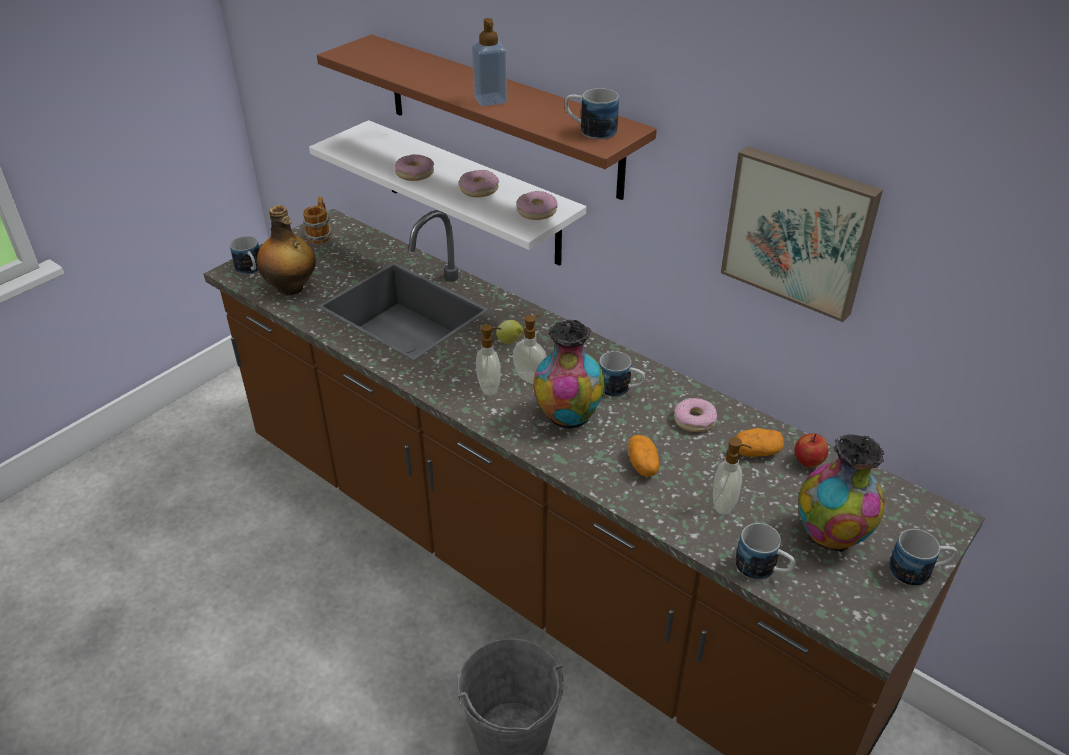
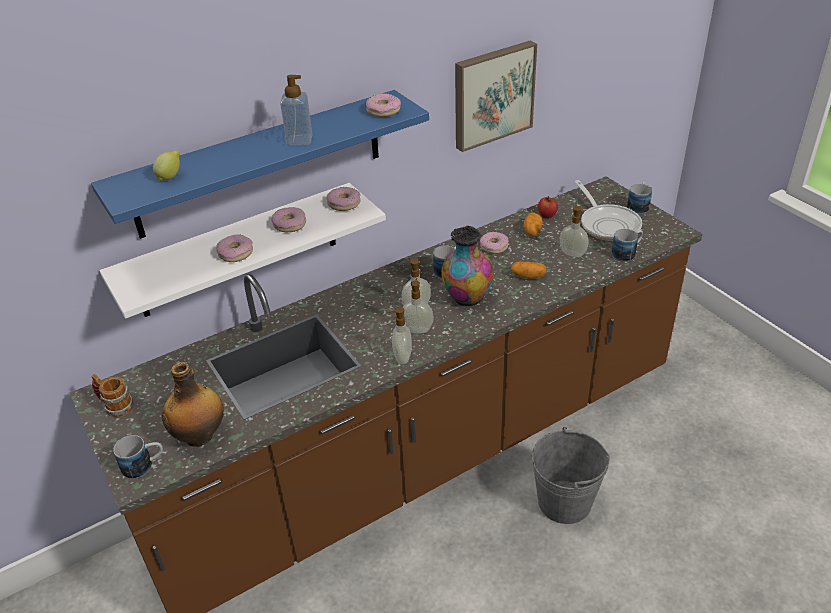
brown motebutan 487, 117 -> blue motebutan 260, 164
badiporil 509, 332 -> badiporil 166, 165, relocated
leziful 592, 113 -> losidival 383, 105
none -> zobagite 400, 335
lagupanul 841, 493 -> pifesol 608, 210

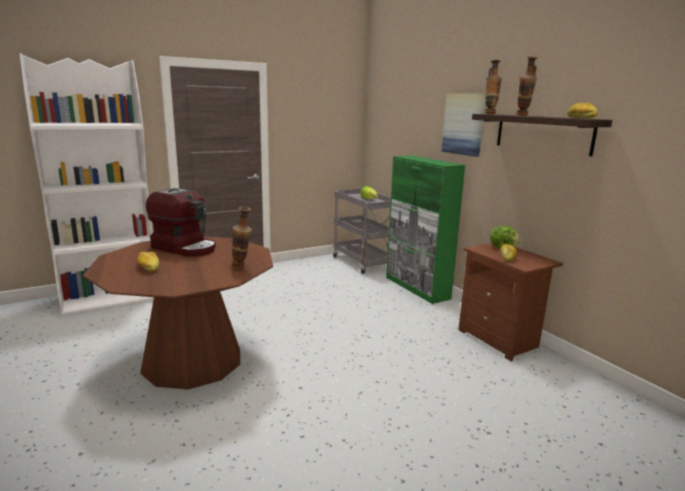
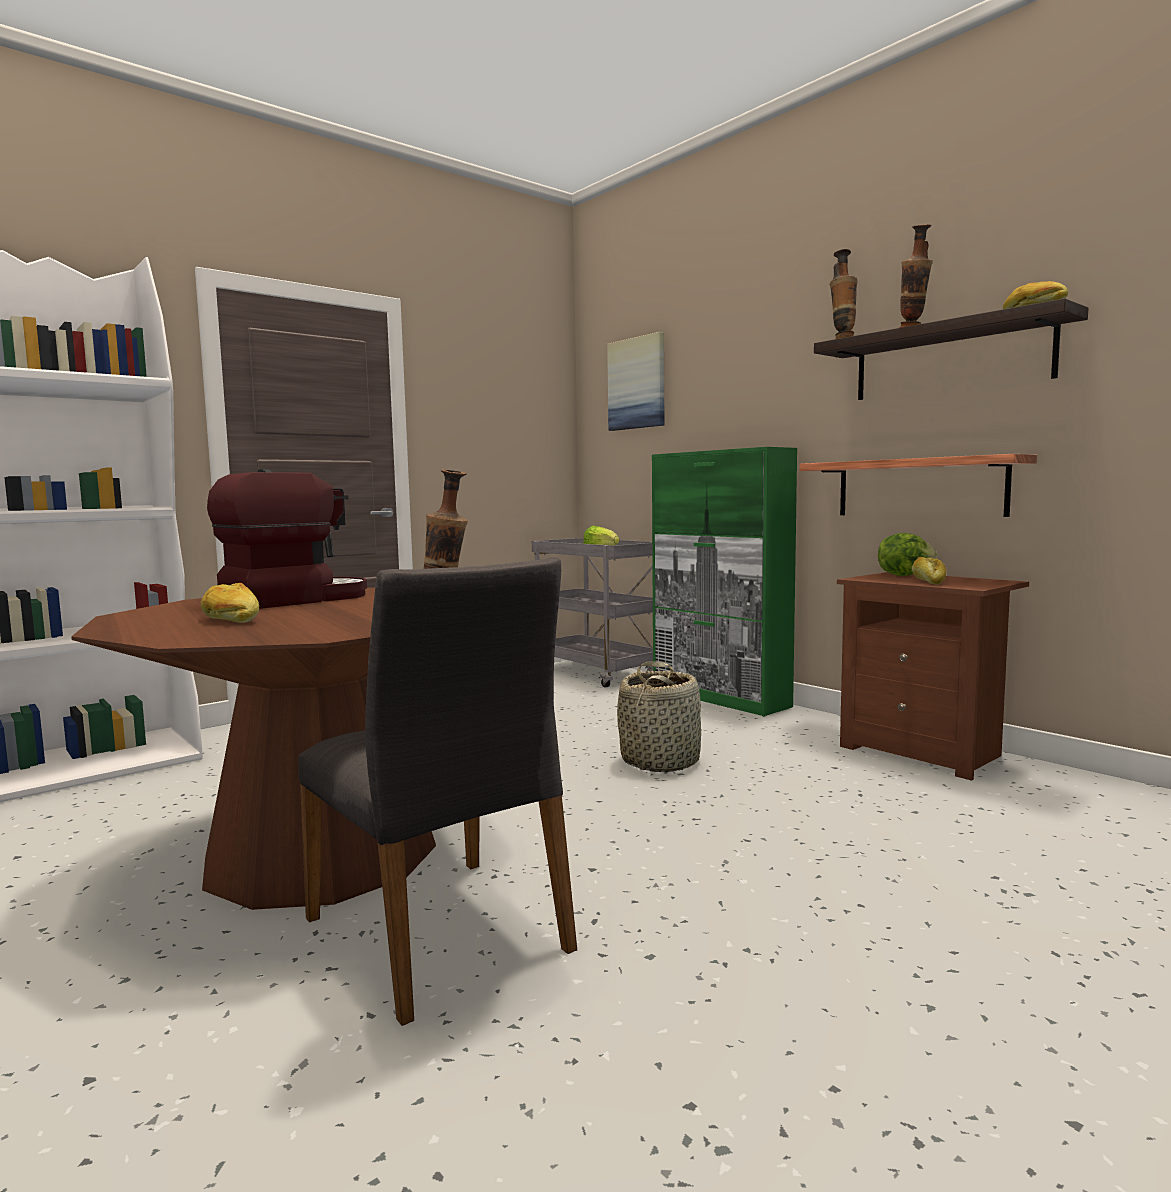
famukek 181, 222 -> famukek 287, 539, 60 degrees counterclockwise
none -> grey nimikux 438, 791
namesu 464, 125 -> namesu 635, 381, relocated
none -> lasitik 659, 717
none -> motebutan 918, 485

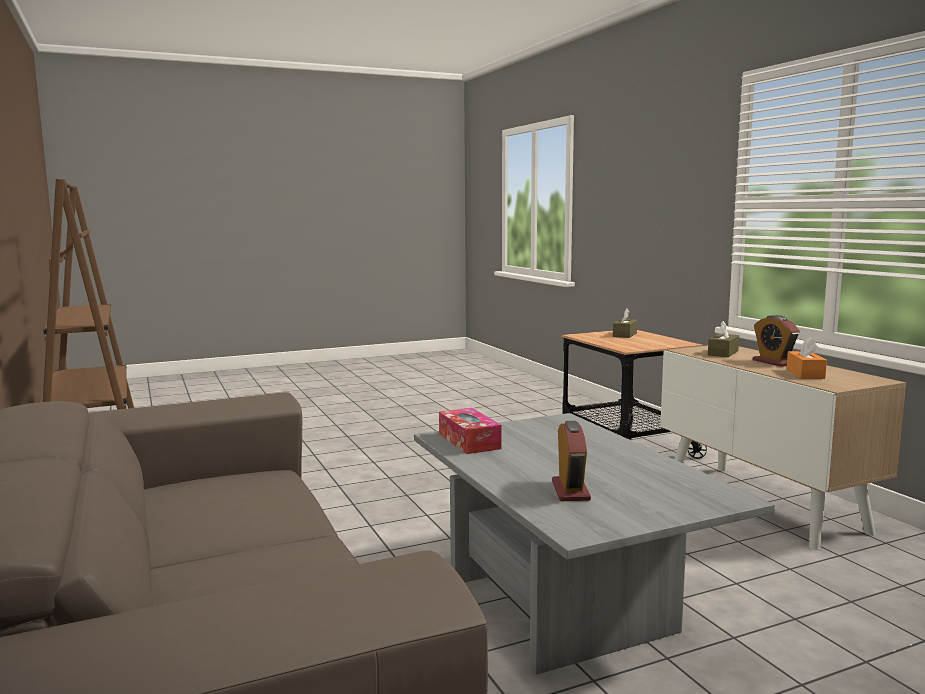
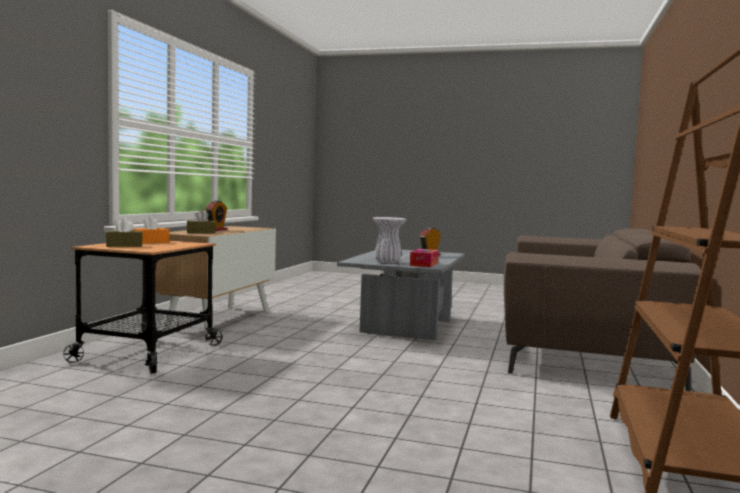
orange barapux 807, 358 -> orange barapux 151, 230, relocated
none -> white lagupanul 389, 240

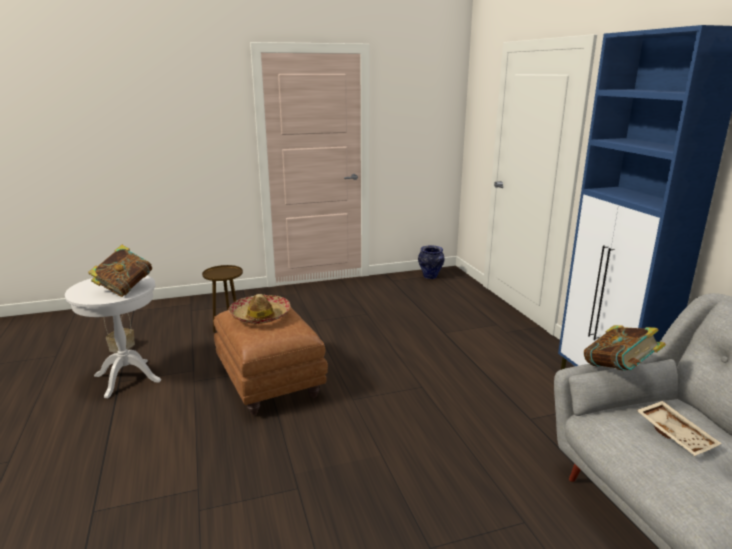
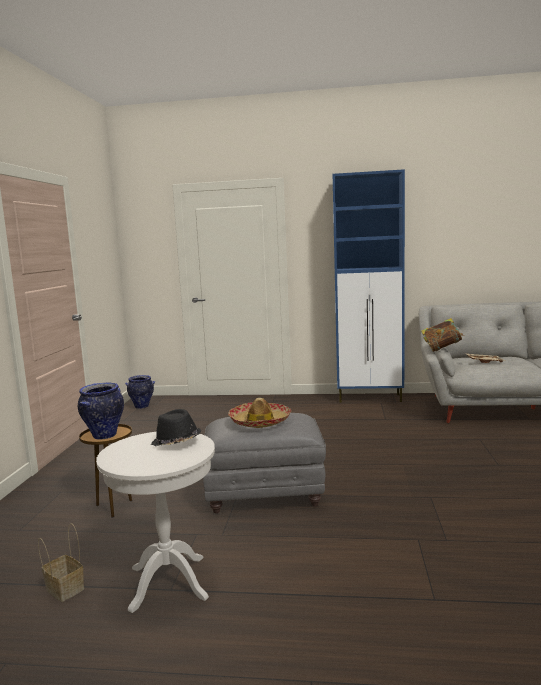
none -> lagupanul 101, 411
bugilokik 120, 271 -> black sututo 176, 428
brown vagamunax 271, 361 -> grey vagamunax 264, 463

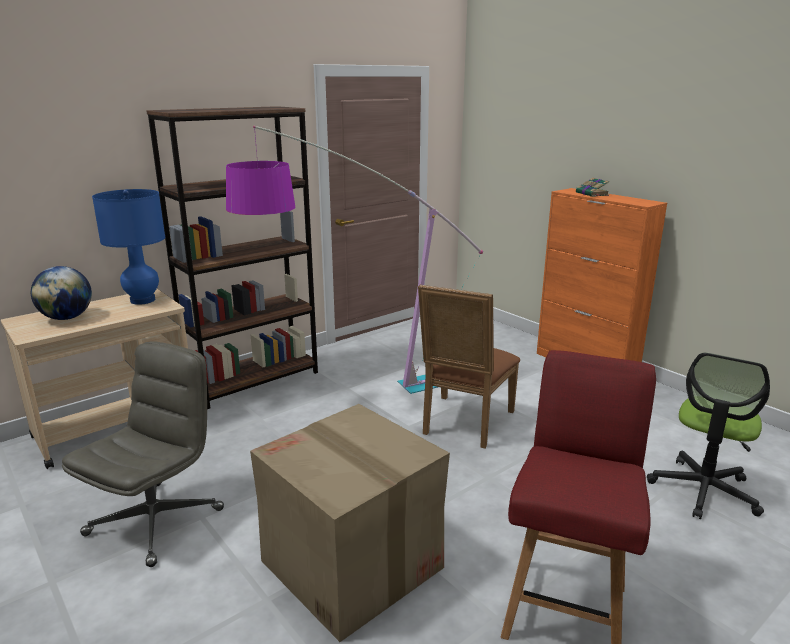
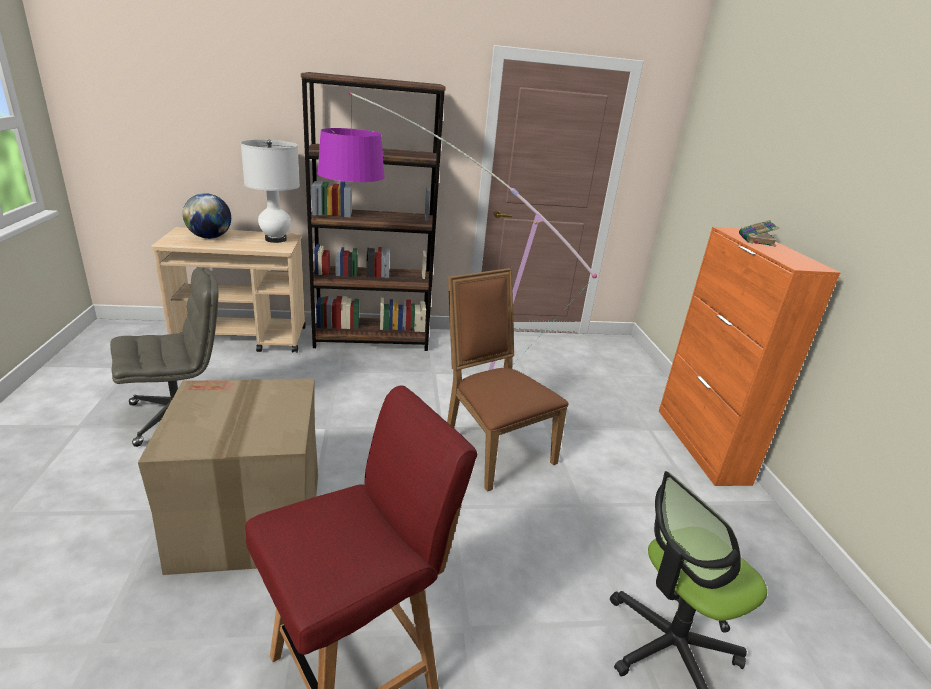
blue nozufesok 128, 247 -> white nozufesok 270, 191
brown nimikux 469, 366 -> brown nimikux 508, 380, 90 degrees clockwise

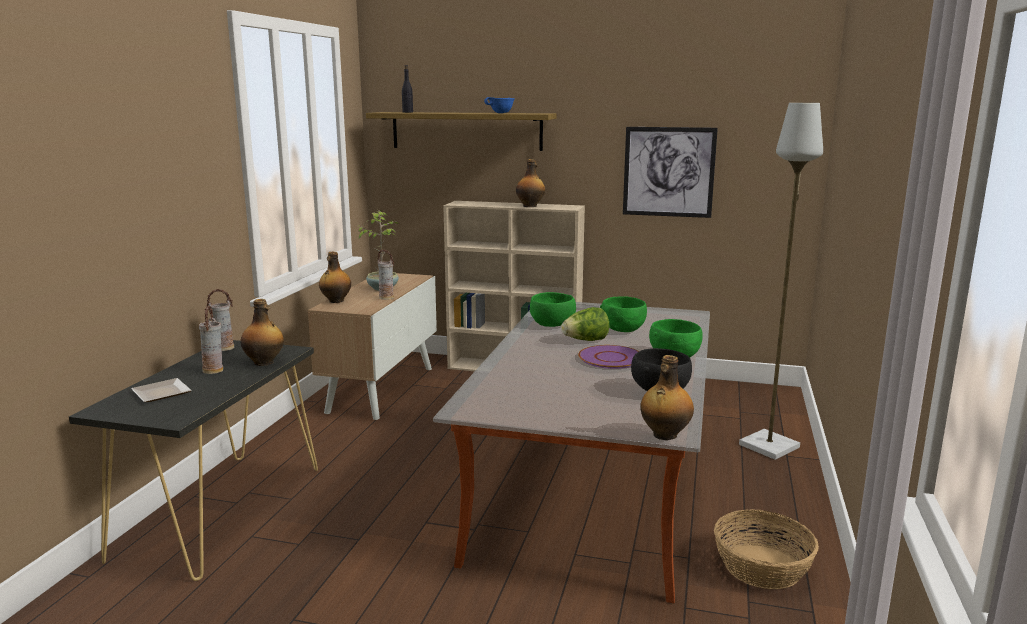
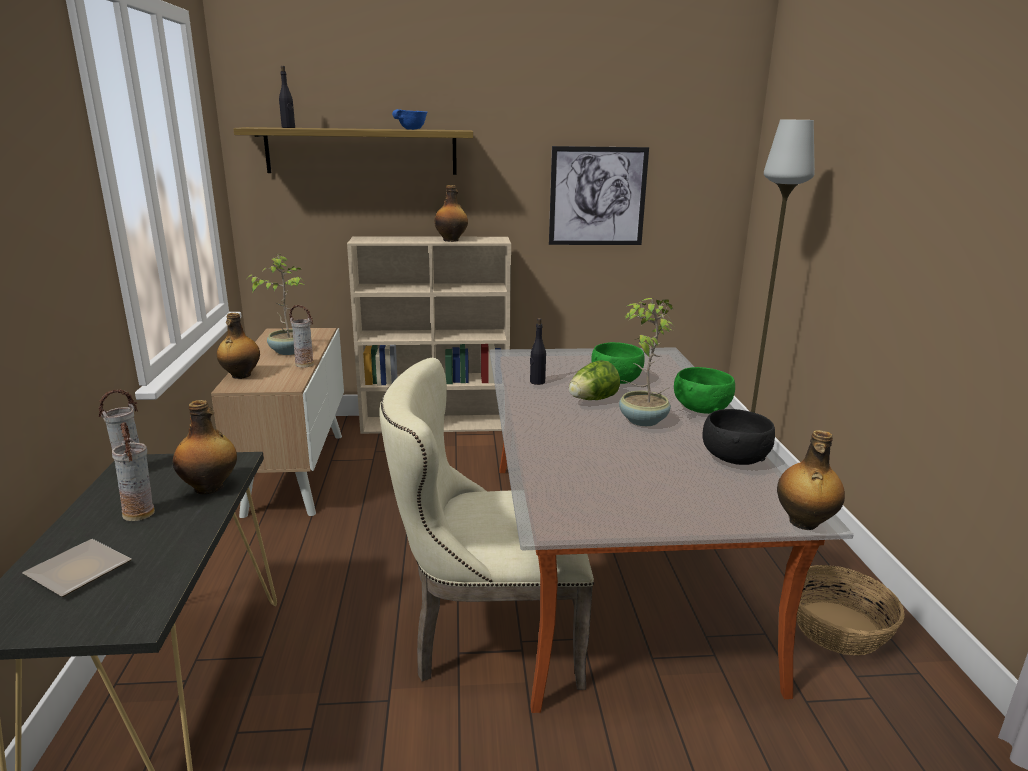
none -> beige nimikux 486, 524
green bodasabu 553, 309 -> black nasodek 538, 351
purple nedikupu 608, 357 -> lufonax 647, 362

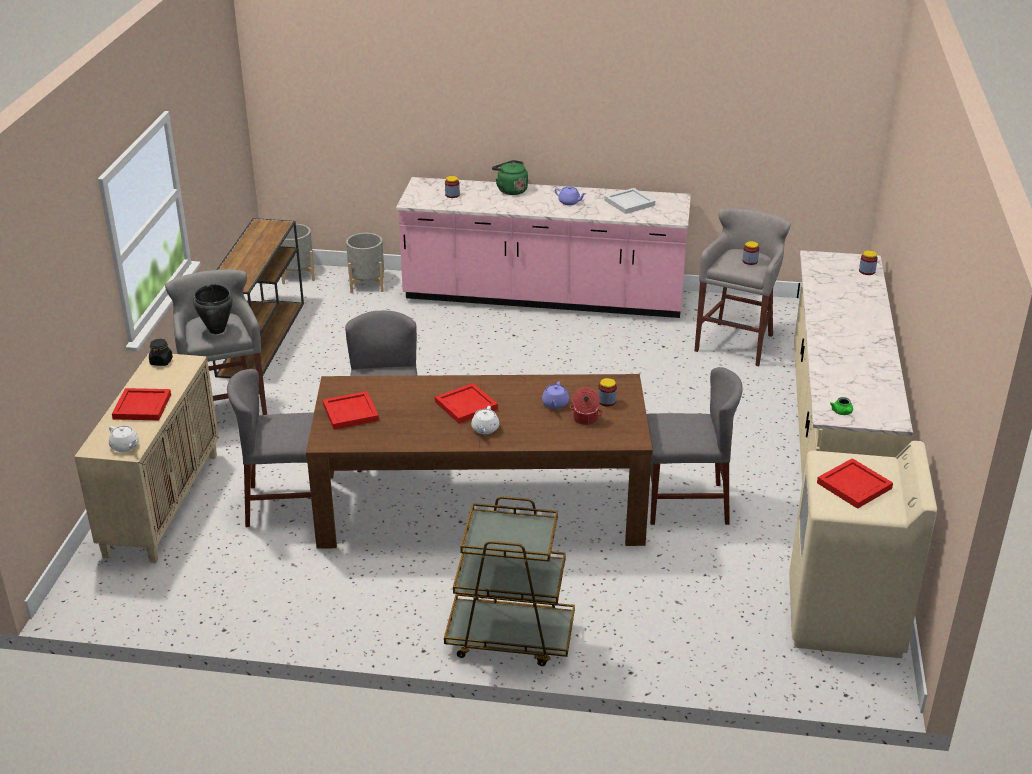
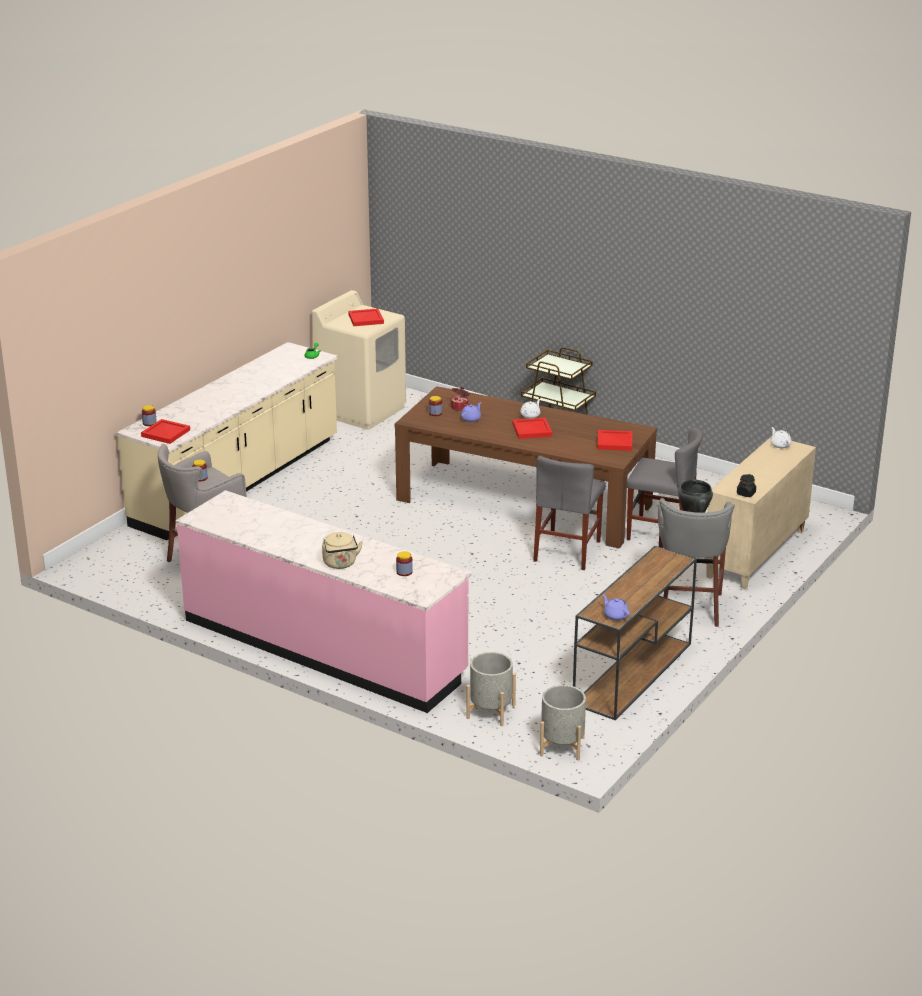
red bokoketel 141, 404 -> red bokoketel 165, 431, relocated
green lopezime 510, 177 -> beige lopezime 342, 550
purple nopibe 571, 195 -> purple nopibe 616, 607, relocated
white bokoketel 629, 201 -> none
grey nimikux 695, 446 -> none

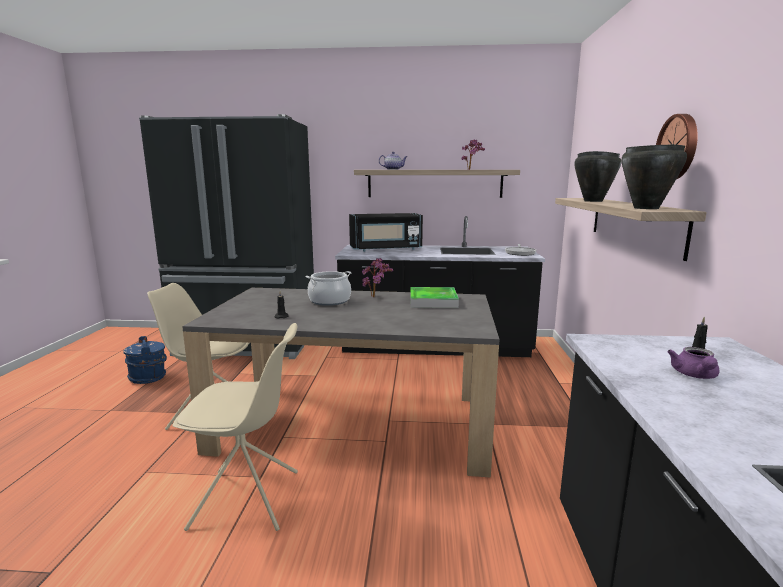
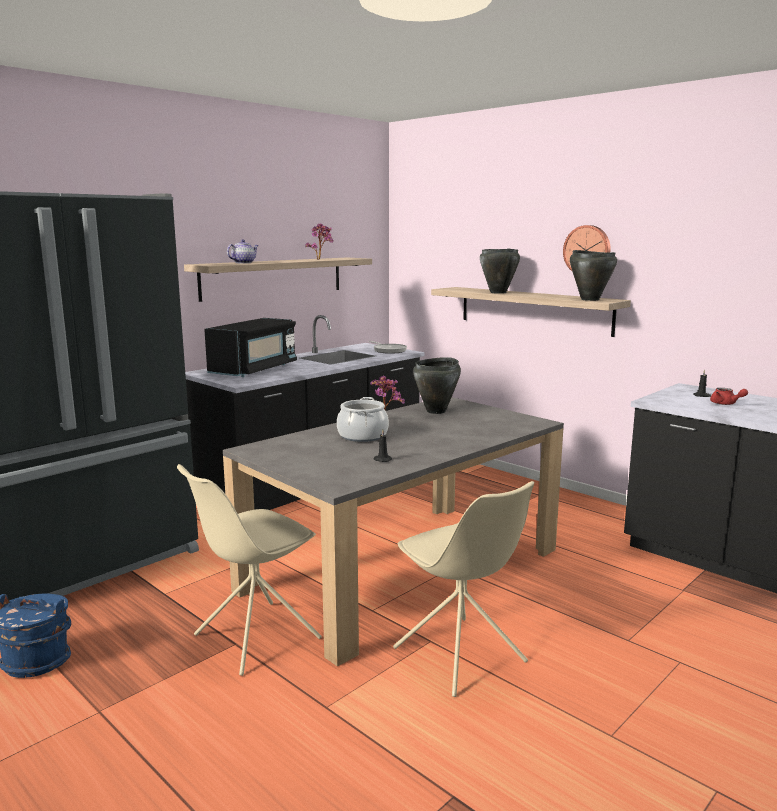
beige nimikux 235, 427 -> beige nimikux 463, 589, 105 degrees clockwise
bokoketel 434, 297 -> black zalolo 437, 385
purple nopibe 693, 363 -> red nopibe 729, 396

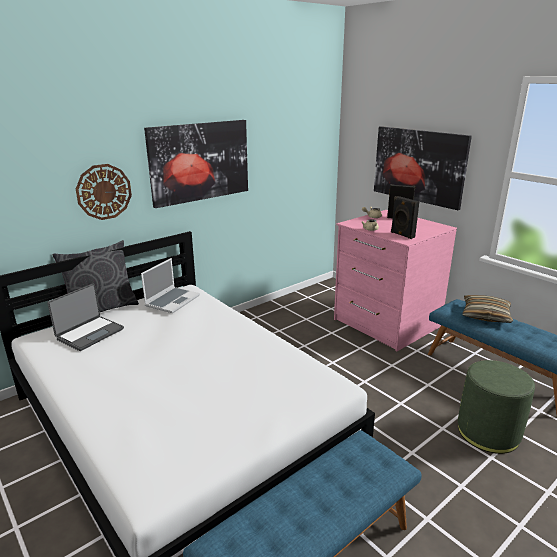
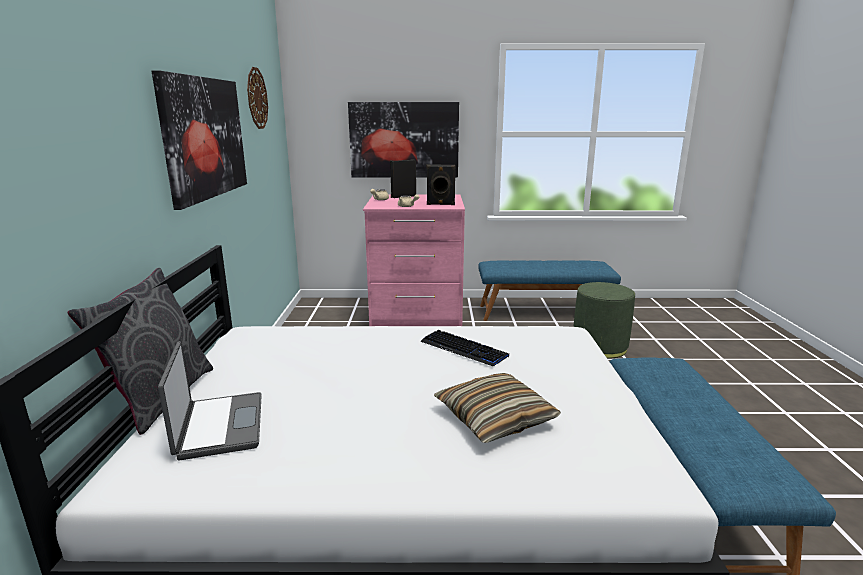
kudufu 104, 192 -> kudufu 257, 98, relocated
none -> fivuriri 464, 348
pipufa 487, 309 -> pipufa 497, 408, relocated
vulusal 170, 285 -> none

